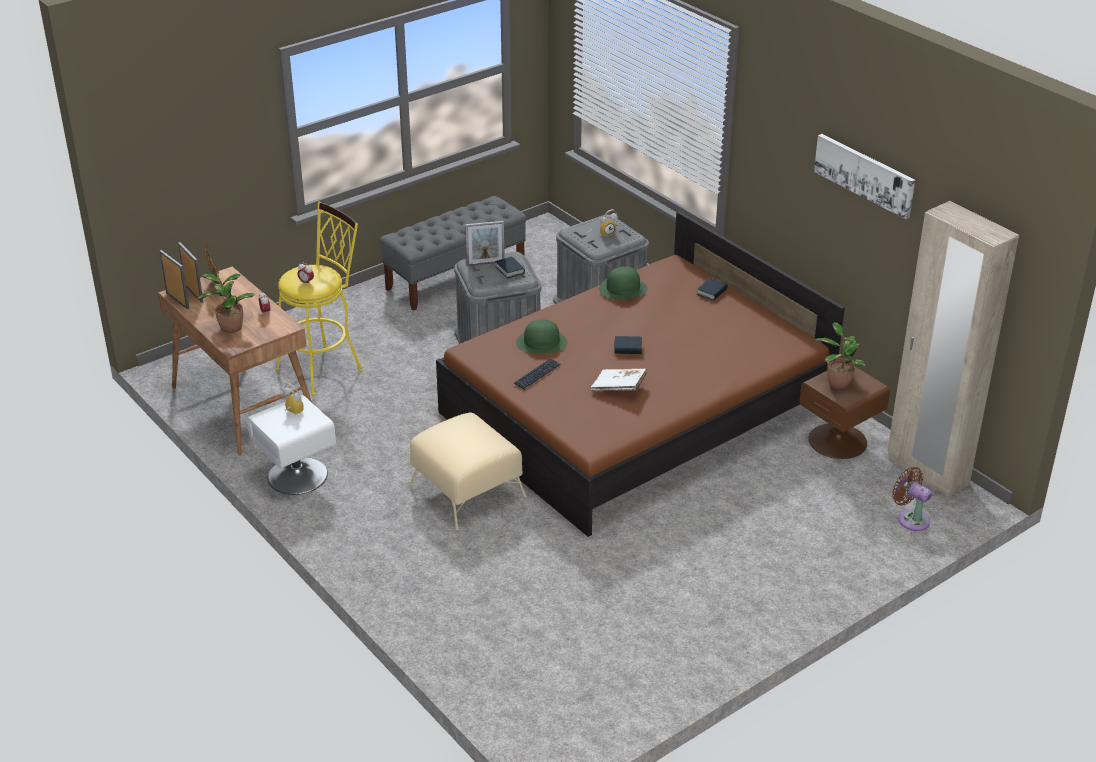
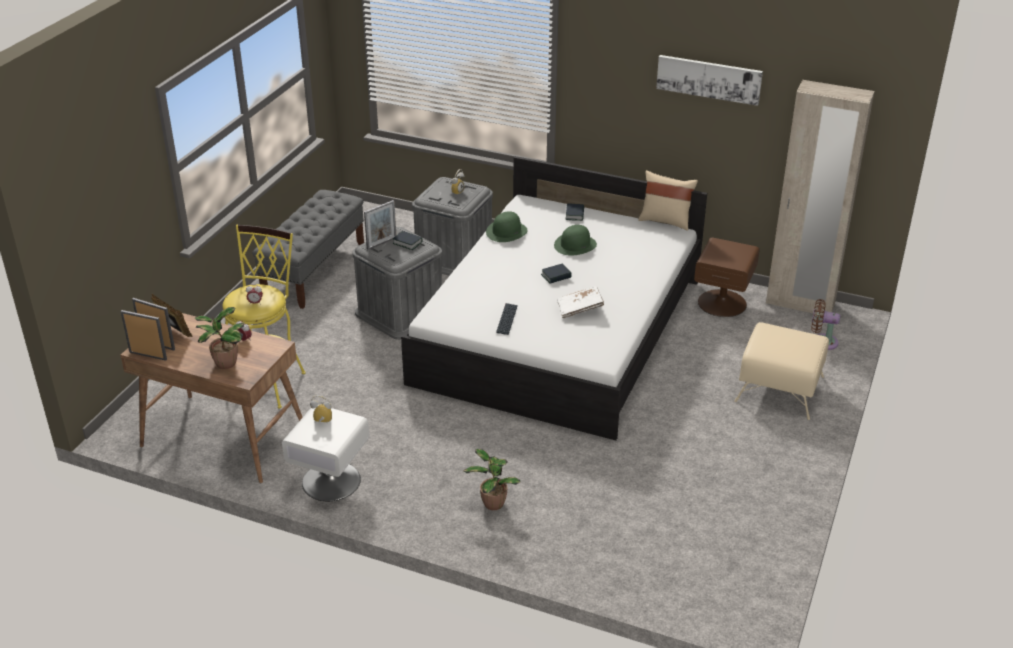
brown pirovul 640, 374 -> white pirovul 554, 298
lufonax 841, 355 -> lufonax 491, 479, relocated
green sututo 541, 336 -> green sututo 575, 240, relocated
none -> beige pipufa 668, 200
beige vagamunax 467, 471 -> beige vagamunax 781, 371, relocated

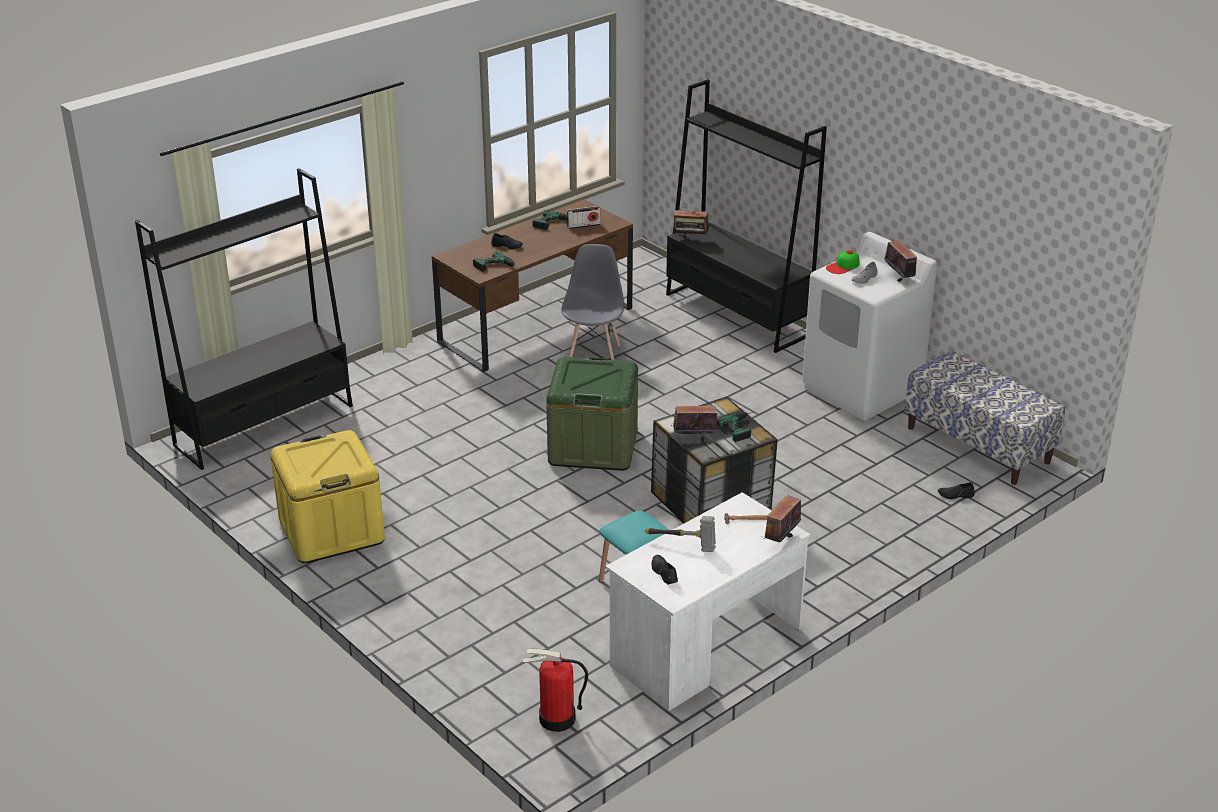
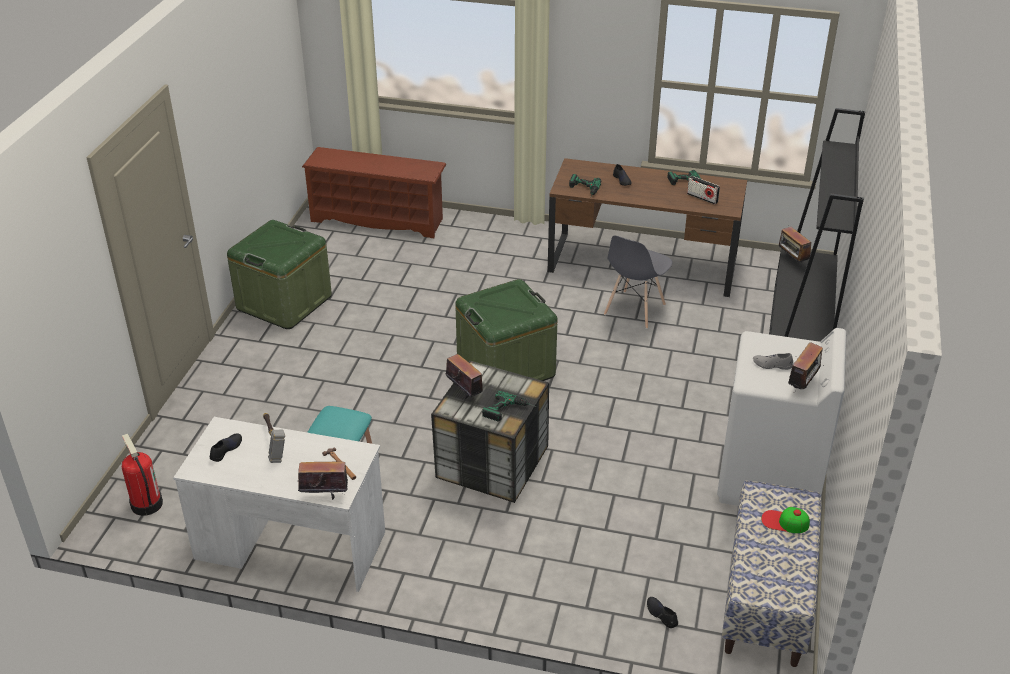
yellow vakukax 327, 496 -> green vakukax 279, 274
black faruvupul 244, 319 -> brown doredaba 374, 192
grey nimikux 592, 302 -> grey nimikux 638, 282, 150 degrees clockwise
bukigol 842, 262 -> bukigol 785, 520, relocated

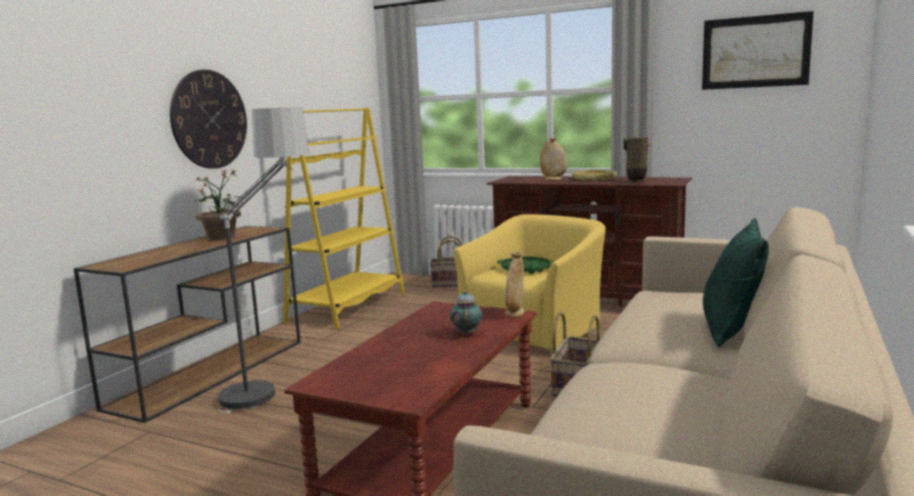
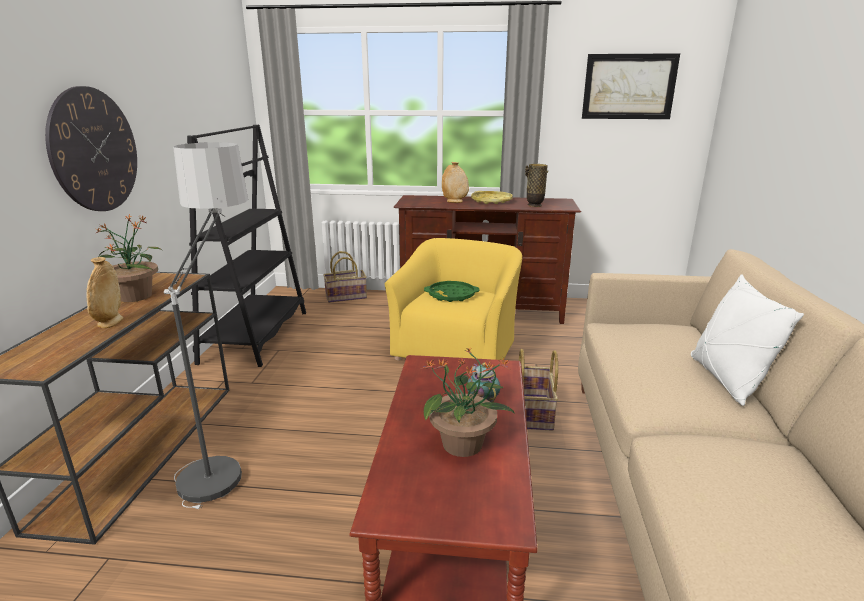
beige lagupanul 515, 285 -> beige lagupanul 105, 292, relocated
yellow faruvupul 344, 218 -> black faruvupul 246, 246
none -> lufonax 469, 402
green pipufa 736, 282 -> white pipufa 747, 340

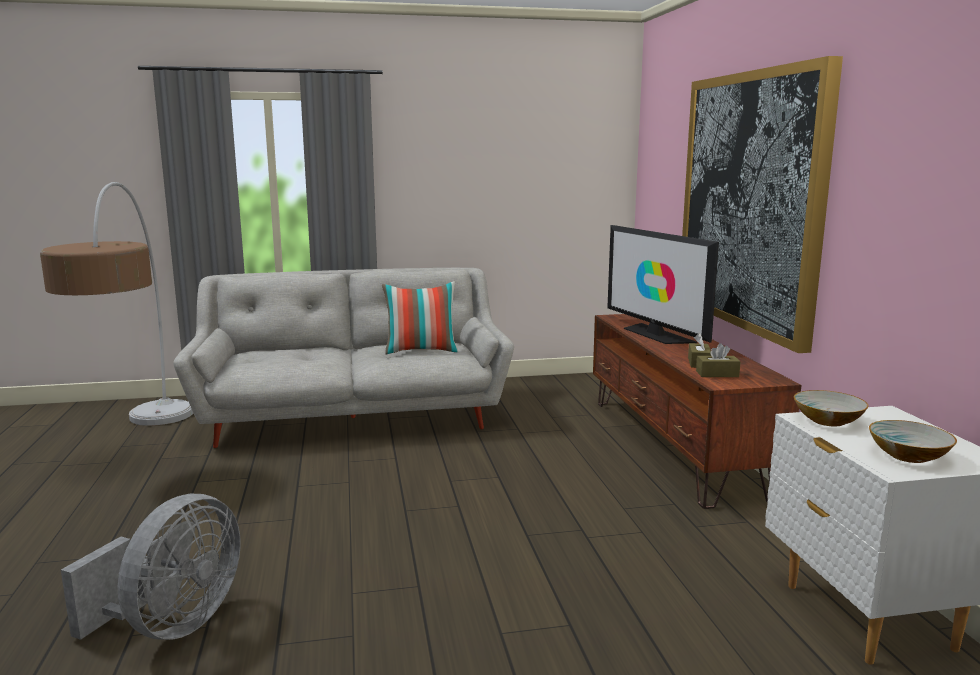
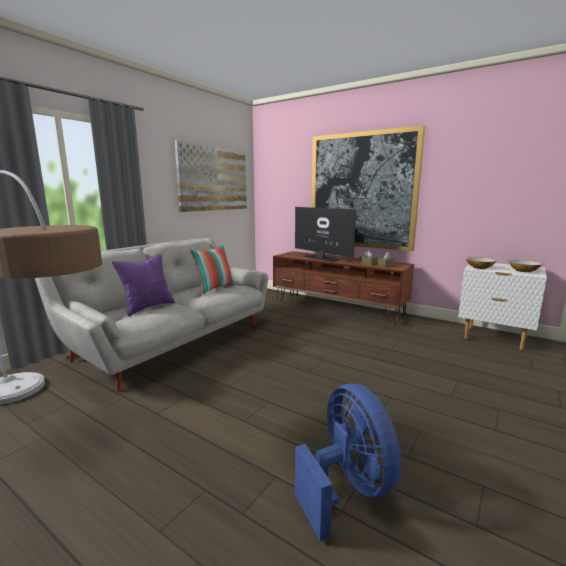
none -> purple pipufa 143, 284
none -> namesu 211, 176
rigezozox 663, 284 -> rigezozox 325, 234, 150 degrees counterclockwise
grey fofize 151, 567 -> blue fofize 348, 462

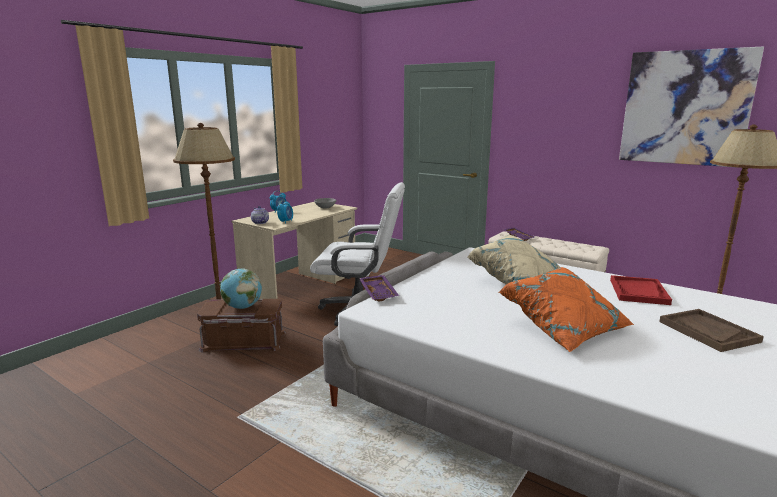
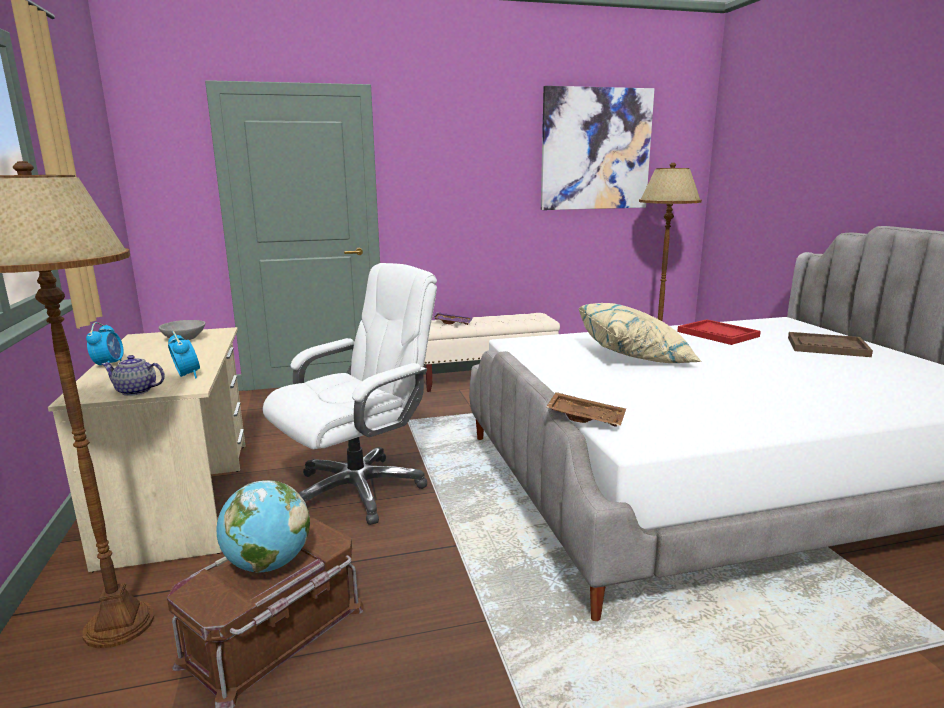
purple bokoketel 379, 288 -> brown bokoketel 586, 409
orange pipufa 566, 309 -> none

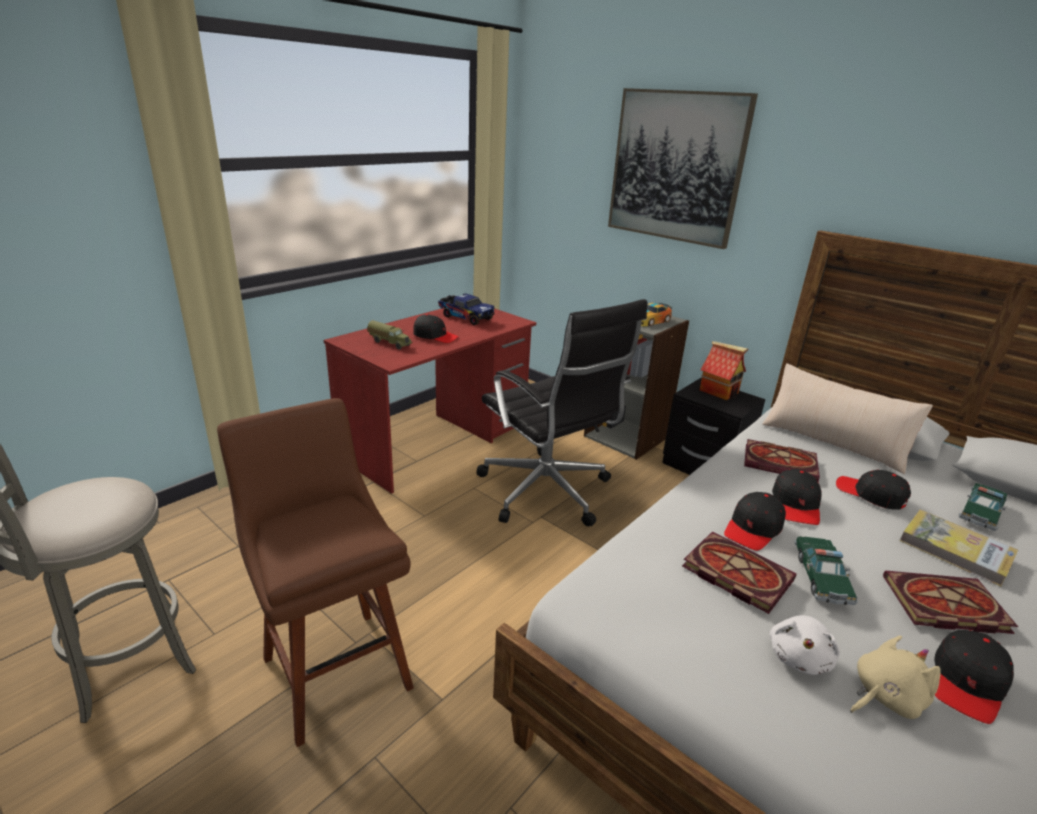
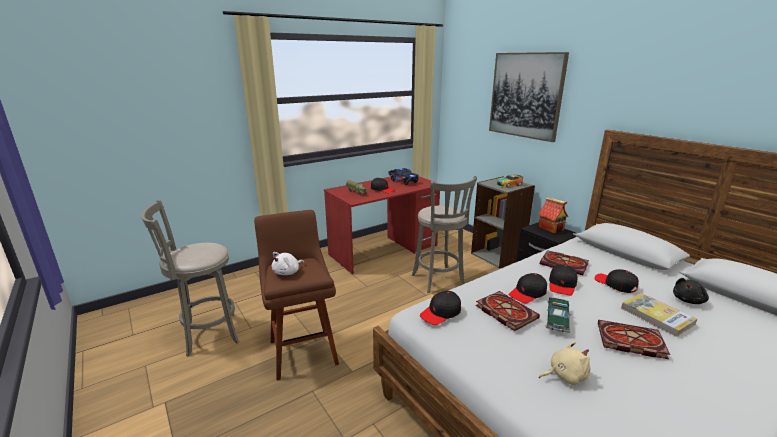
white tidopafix 805, 645 -> white tidopafix 288, 263, relocated
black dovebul 562, 412 -> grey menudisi 444, 234
black bukigol 974, 677 -> black bukigol 440, 308, relocated
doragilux 983, 507 -> black tidopafix 691, 291
beige pipufa 847, 418 -> none

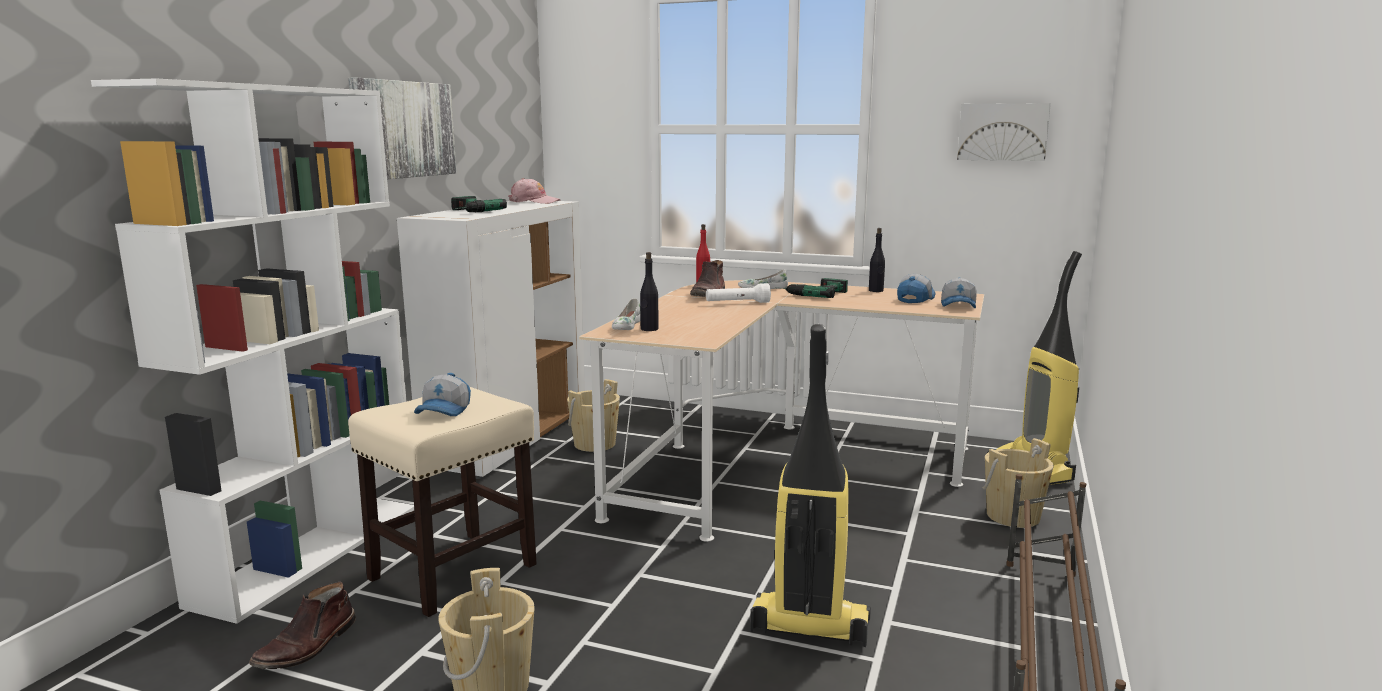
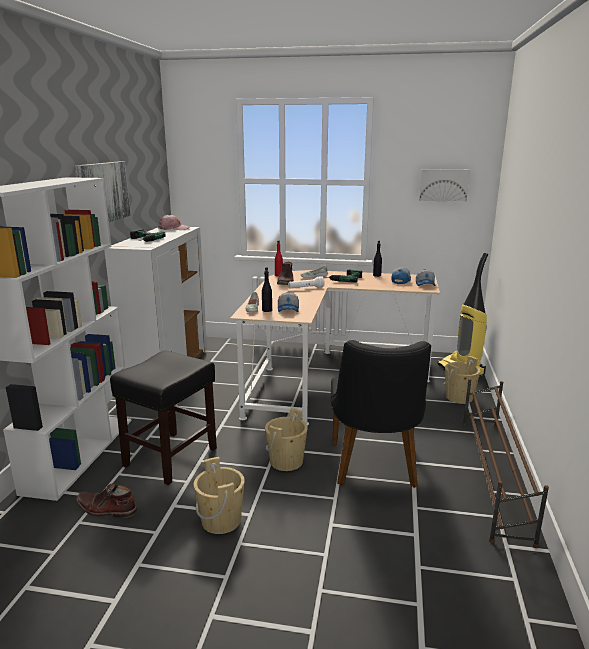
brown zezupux 302, 625 -> brown zezupux 107, 500, 90 degrees clockwise
beige menudisi 442, 502 -> black menudisi 163, 418
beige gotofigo 593, 415 -> beige gotofigo 286, 439, relocated
bukigol 442, 394 -> bukigol 288, 301, relocated
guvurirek 810, 485 -> black nimikux 381, 414

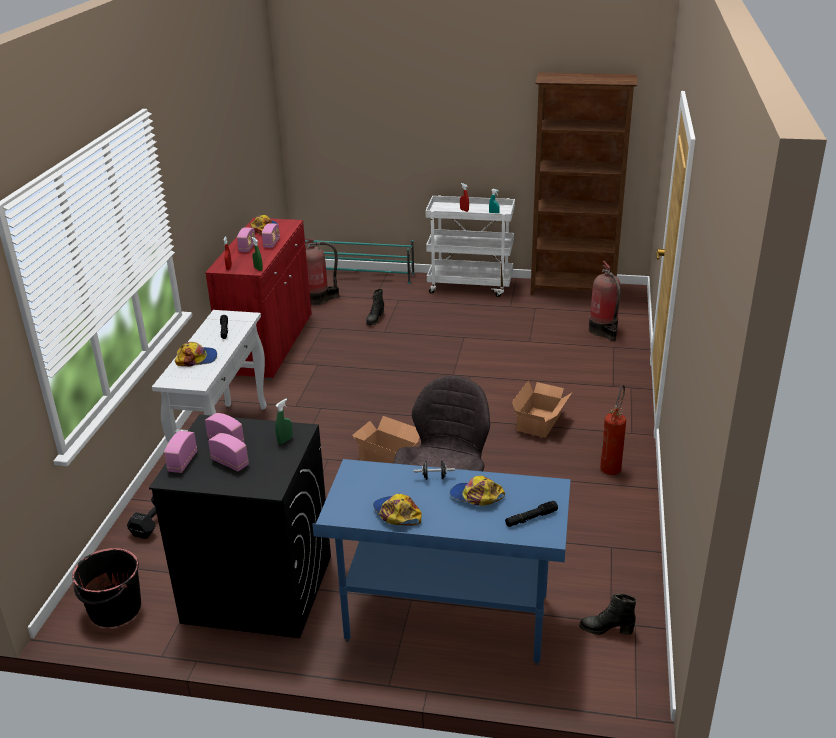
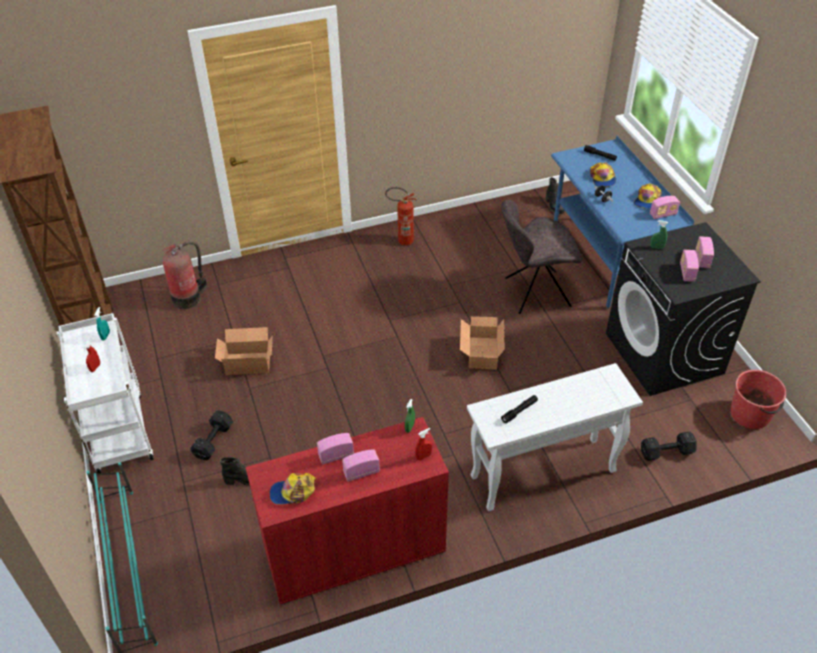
none -> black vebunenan 211, 435
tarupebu 542, 409 -> tarupebu 244, 351, relocated
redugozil 180, 452 -> redugozil 665, 207, relocated
black gotofigo 106, 587 -> red gotofigo 758, 399
bukigol 196, 354 -> none
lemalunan 322, 272 -> none

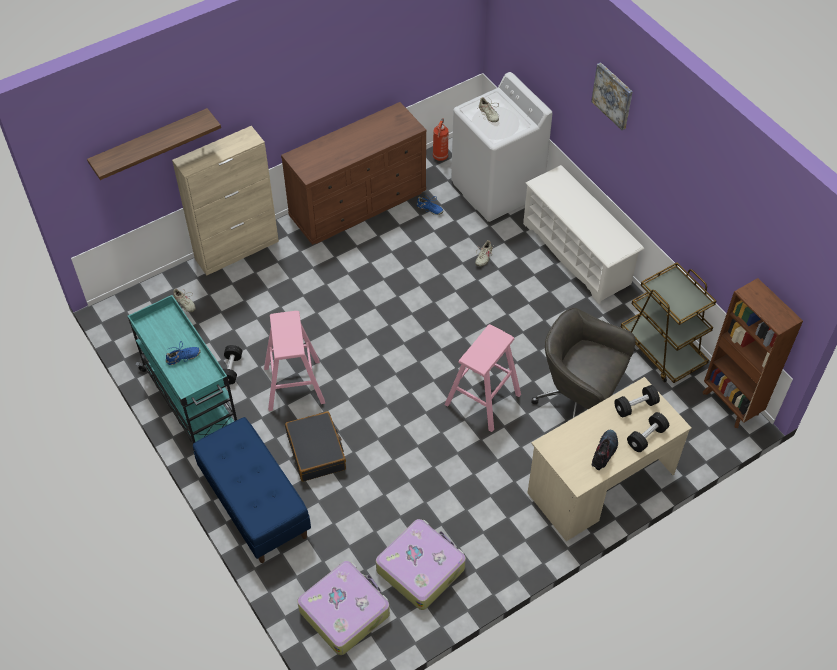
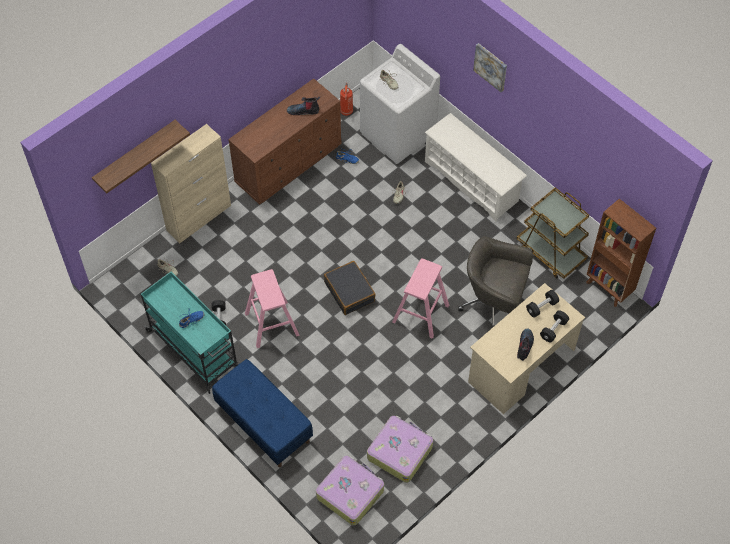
none -> zezupux 303, 106
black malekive 315, 446 -> black malekive 350, 288, relocated

